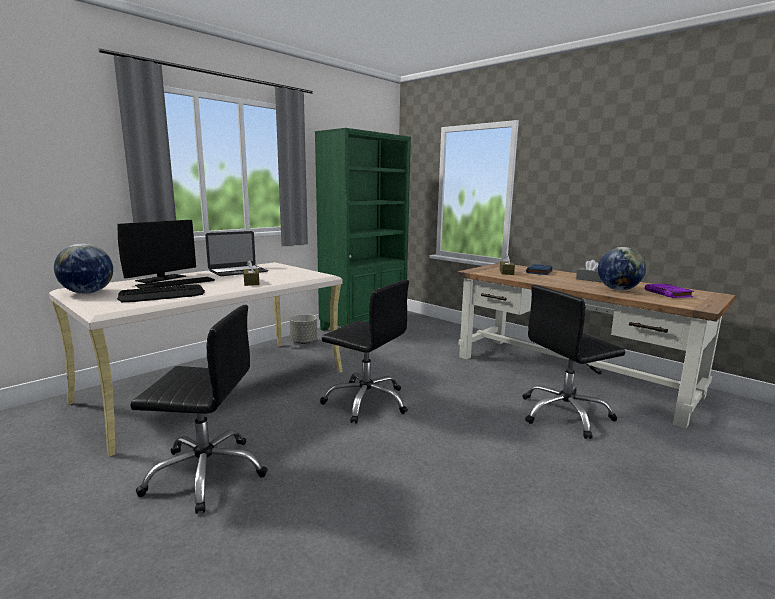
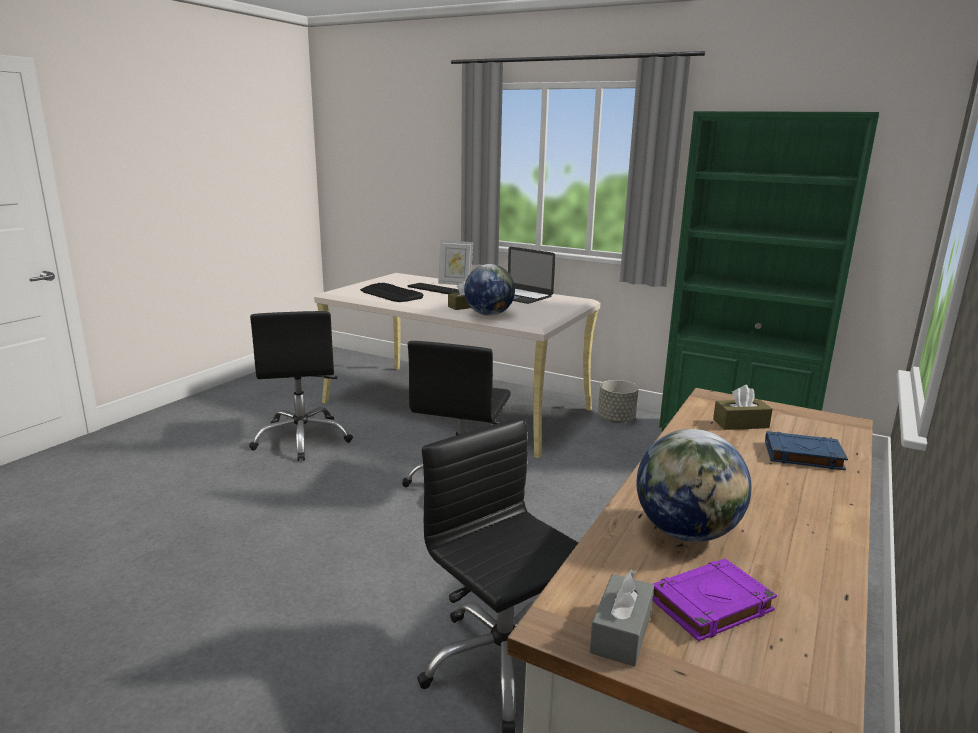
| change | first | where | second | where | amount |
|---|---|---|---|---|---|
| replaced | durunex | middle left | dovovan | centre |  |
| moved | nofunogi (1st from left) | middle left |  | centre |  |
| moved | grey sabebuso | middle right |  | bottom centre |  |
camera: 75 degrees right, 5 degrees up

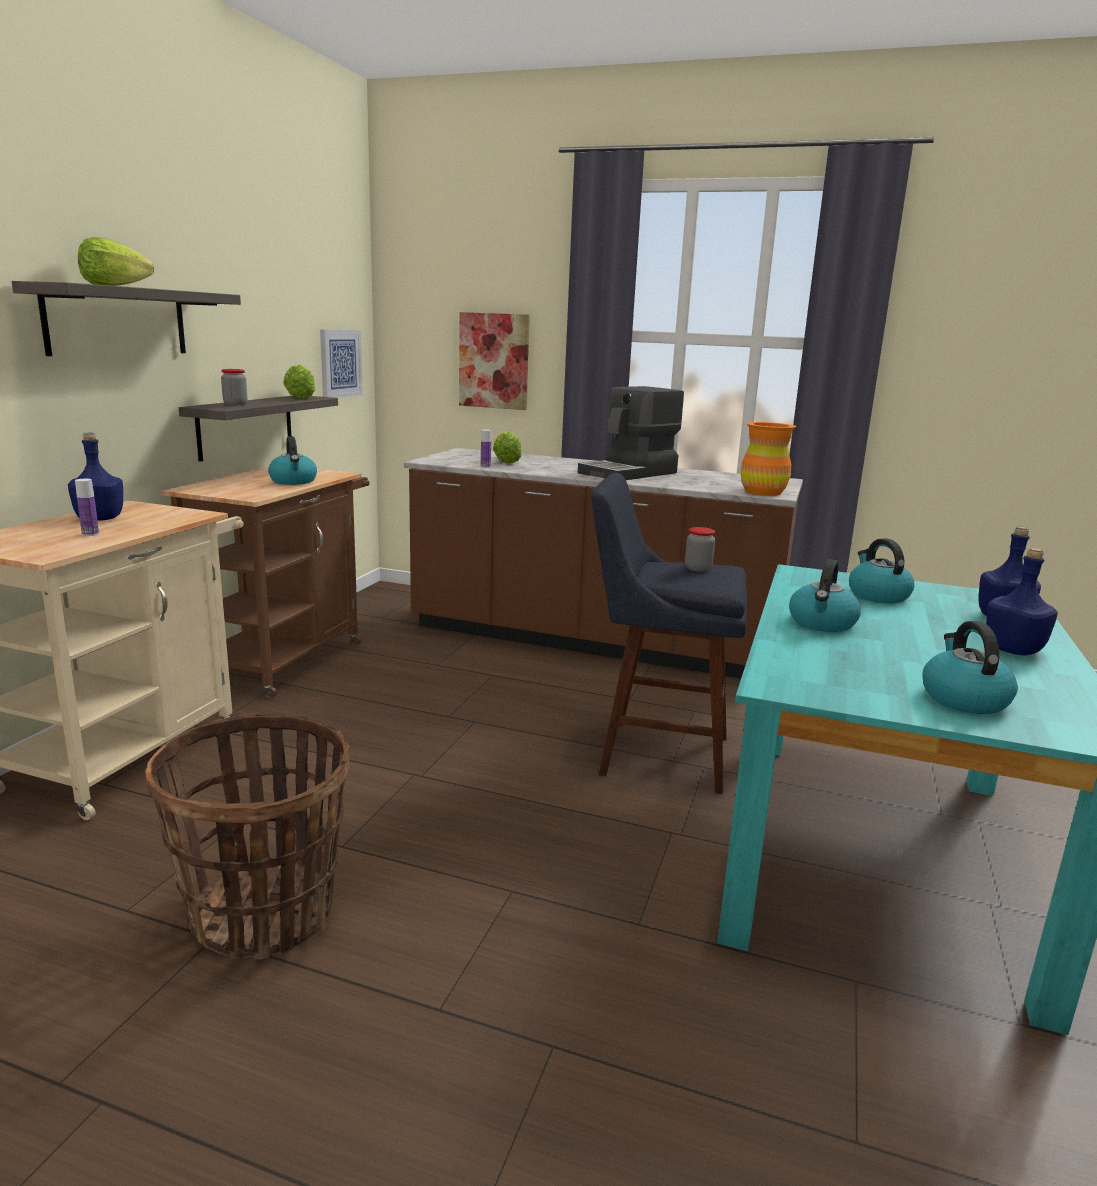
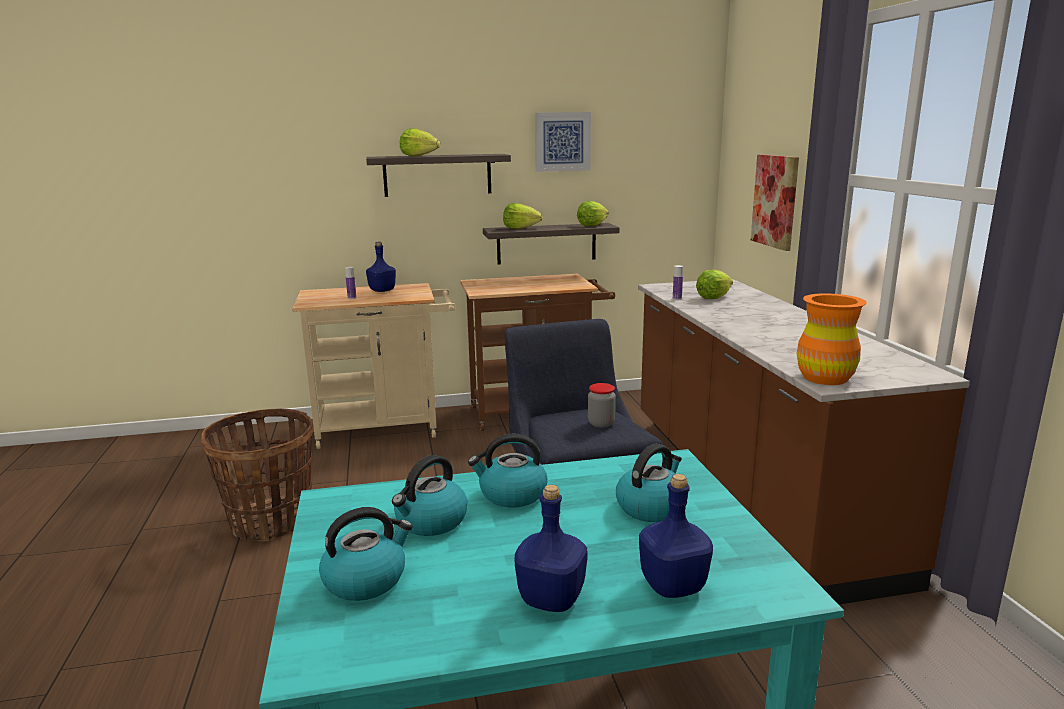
| change | first | where | second | where | amount |
|---|---|---|---|---|---|
| moved | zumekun (1st from left in the first image) | middle left | zumekun (2nd from left) | bottom centre |  |
| replaced | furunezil (1st from left) | top left | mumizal (2nd from left) | top centre |  |
| moved | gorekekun (1st from left) | top left |  | top centre |  |
| removed | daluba | centre |  |  |  |
camera: 60 degrees right, 0 degrees up

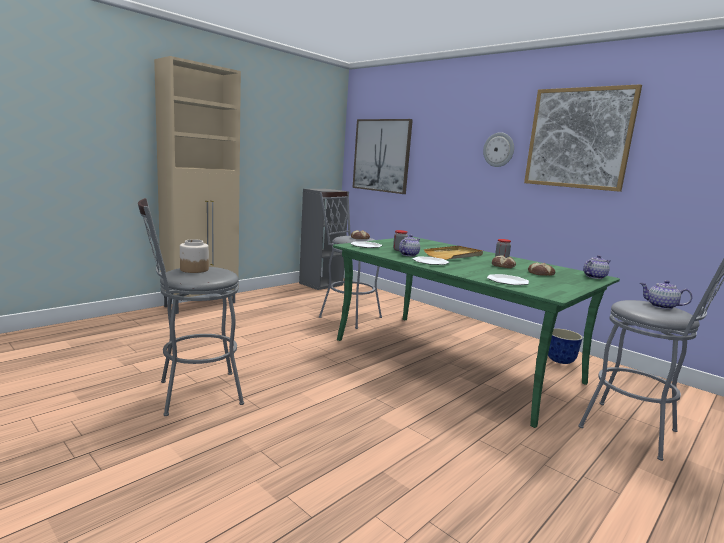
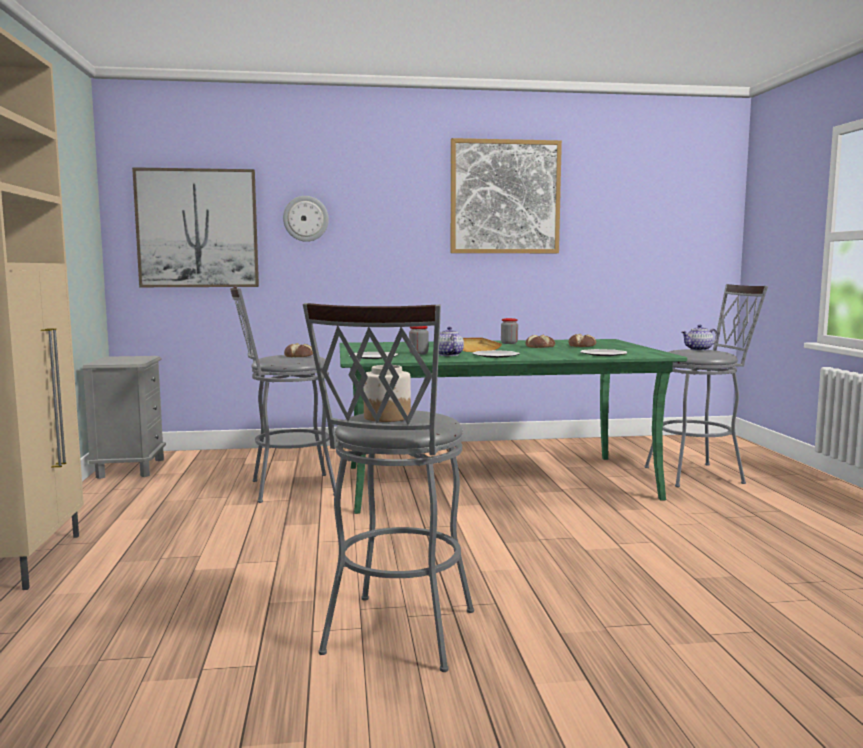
| change | first | where | second | where | amount |
|---|---|---|---|---|---|
| replaced | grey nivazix | centre | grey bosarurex | middle left |  |
| moved | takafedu | top right |  | top centre |  |
| removed | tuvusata | middle right |  |  |  |
| removed | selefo (2nd from left) | middle right |  |  |  |
camera: 50 degrees left, 5 degrees down

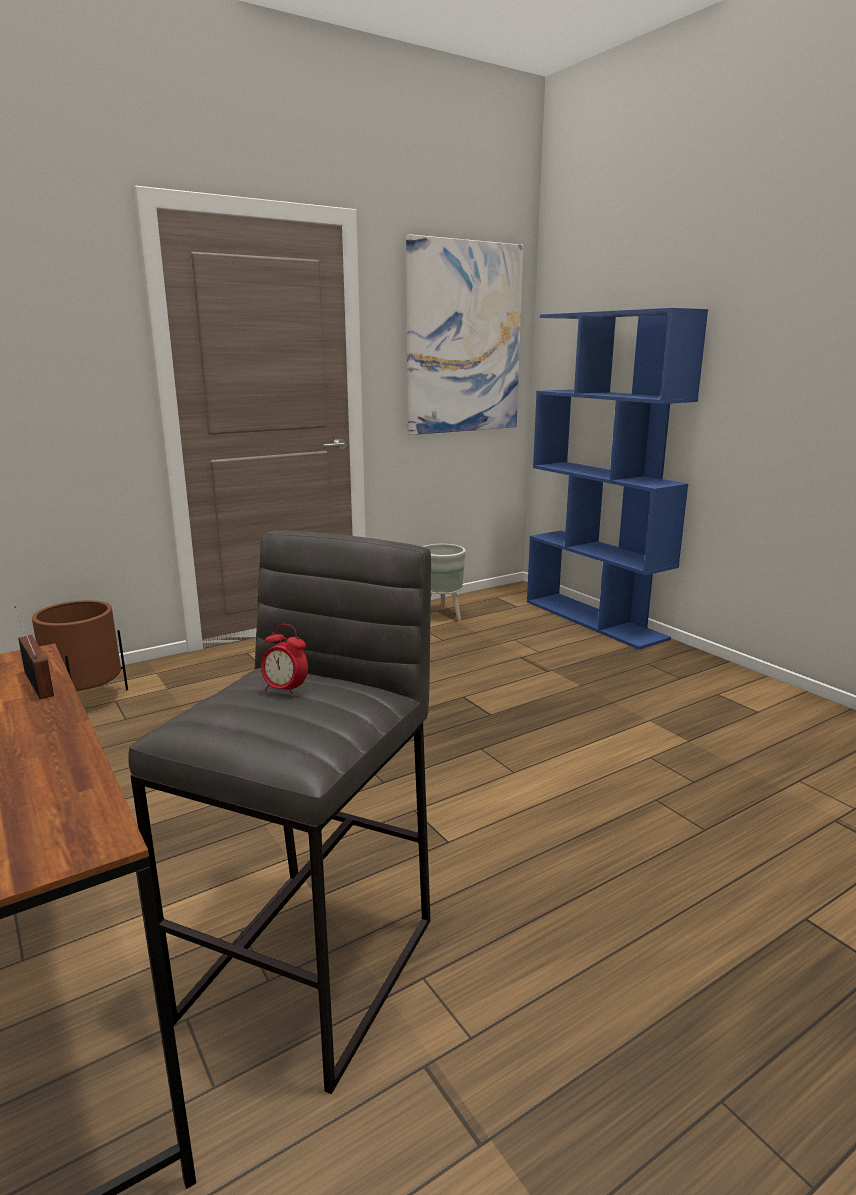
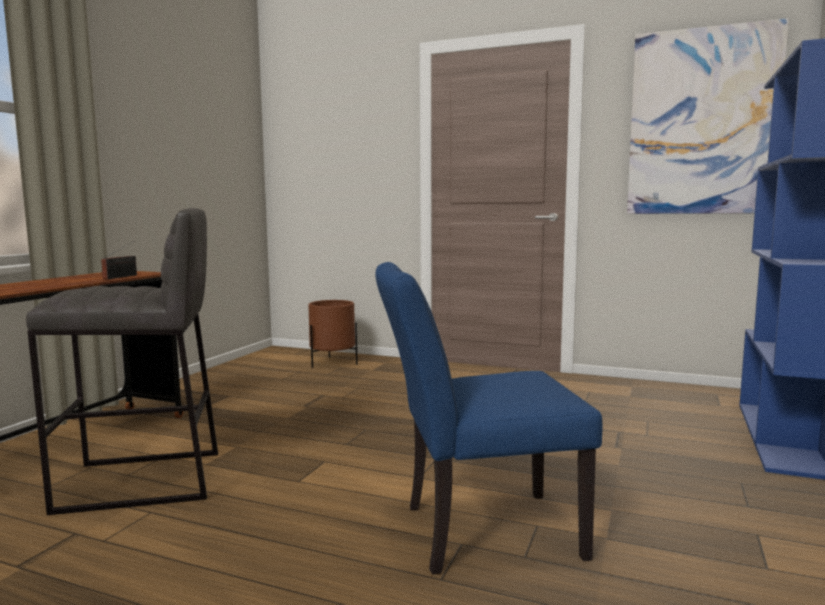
| change | first | where | second | where | amount |
|---|---|---|---|---|---|
| added |  |  | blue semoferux | bottom centre |  |
| removed | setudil | middle left |  |  |  |
| removed | grey tuvusata | centre |  |  |  |
camera: 55 degrees right, 10 degrees down

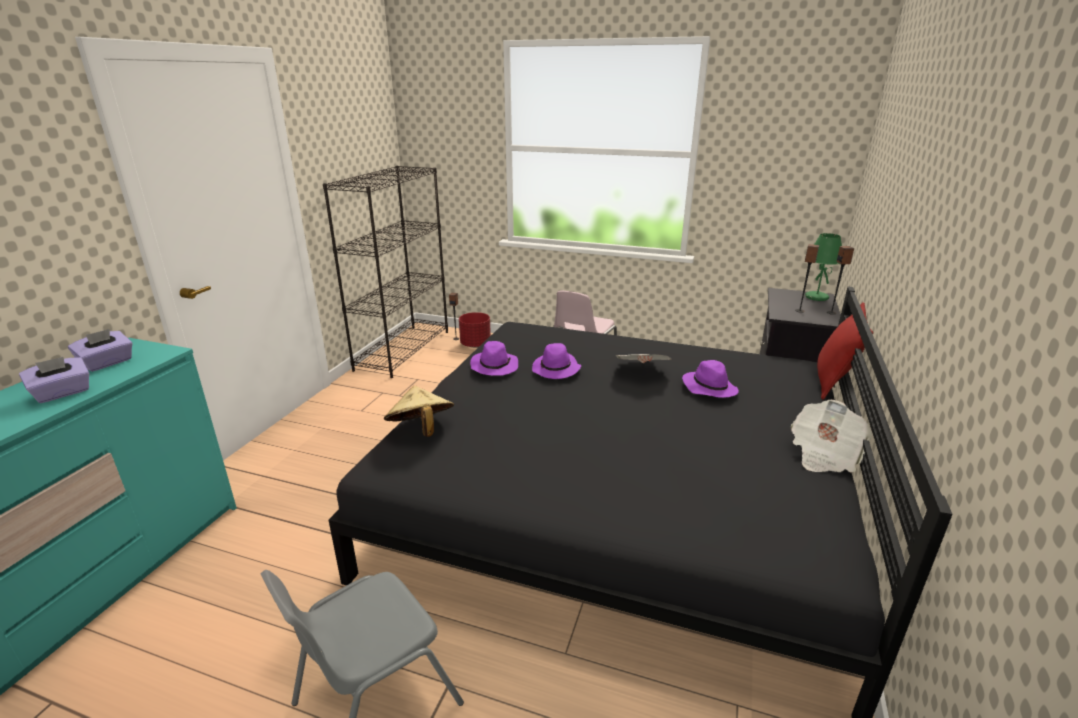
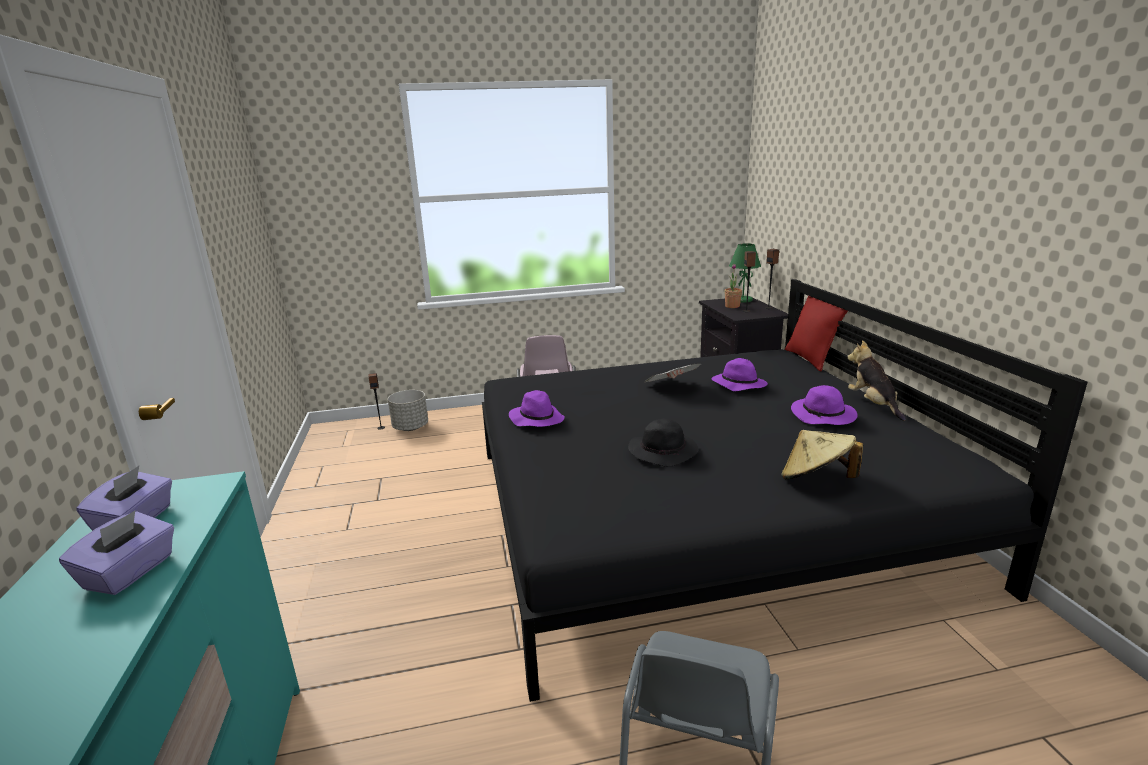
| change | first | where | second | where | amount |
|---|---|---|---|---|---|
| recoloured | red tuvusata | centre | grey tuvusata | centre |  |
| added |  |  | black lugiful | centre |  |
| added |  |  | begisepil | centre |  |
| moved | beige lugiful | centre |  | middle right |  |
| moved | purple lugiful (2nd from left in the first image) | centre | purple lugiful (3rd from left) | middle right |  |
| replaced | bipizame (2nd from left) | middle right | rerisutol | middle right |  |
| removed | black nivazix | centre |  |  |  |
camera: 30 degrees left, 5 degrees down

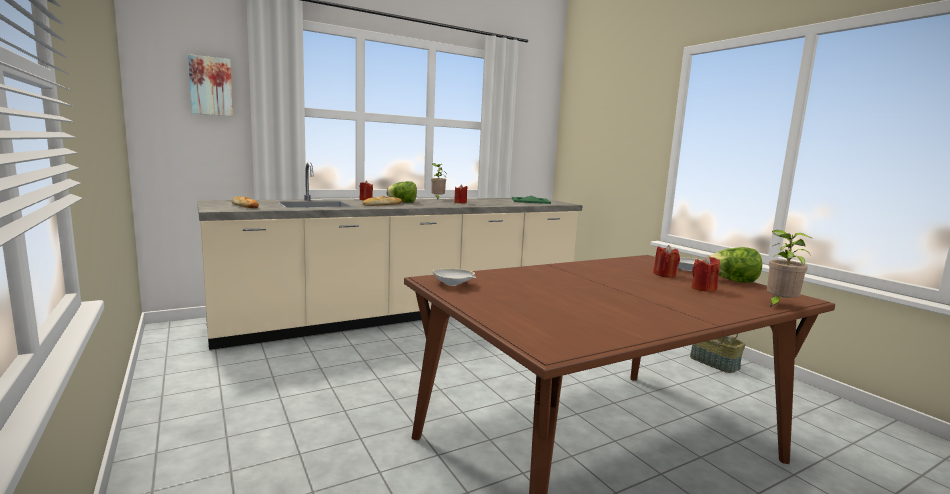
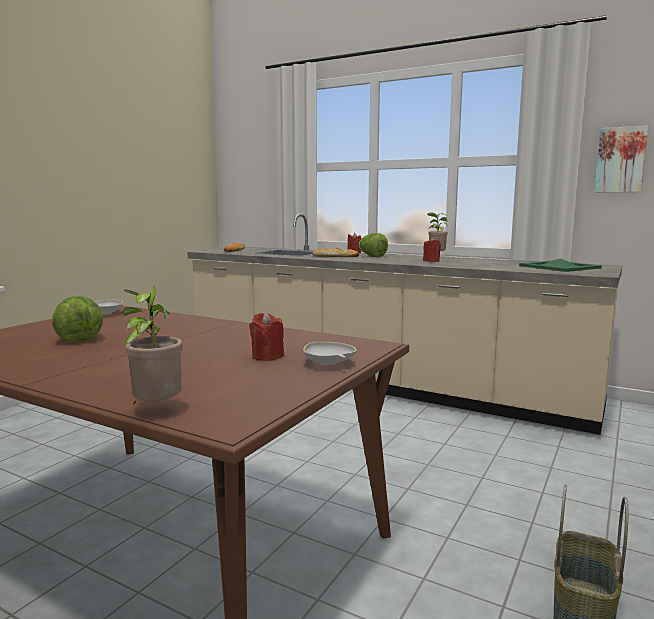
| change | first | where | second | where | amount |
|---|---|---|---|---|---|
| moved | mumizal (2nd from left in the first image) | middle right | mumizal (1st from left) | middle left |  |
| moved | gorekekun | top left |  | top right |  |
| removed | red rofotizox (4th from left) | middle right |  |  |  |
camera: 60 degrees right, 0 degrees up

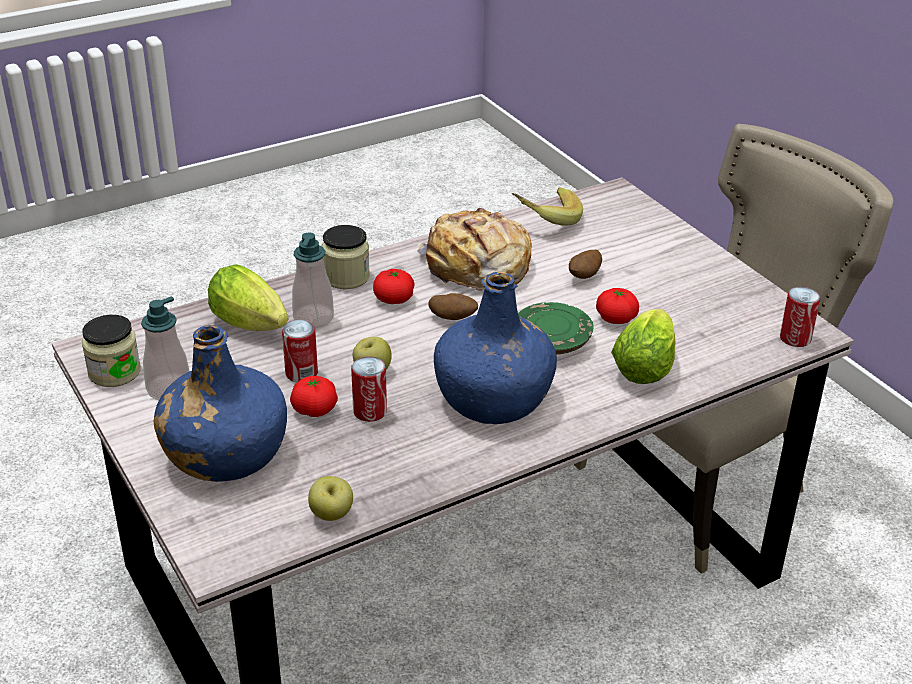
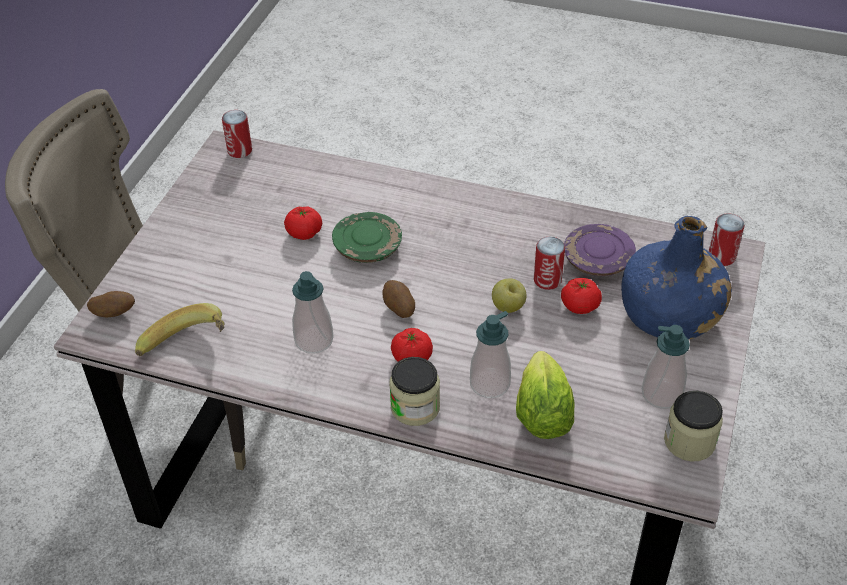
| change | first | where | second | where | amount |
|---|---|---|---|---|---|
| moved | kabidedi (2nd from left in the first image) | centre | kabidedi (1st from left) | middle left |  |
| replaced | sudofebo | centre | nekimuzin (1st from left) | centre |  |
| added |  |  | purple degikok | middle right |  |
| moved | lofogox (1st from left in the first image) | middle left | lofogox (3rd from left) | middle right |  |
| removed | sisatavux (1st from left) | bottom centre |  |  |  |
| removed | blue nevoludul (2nd from left) | centre |  |  |  |
| removed | mumizal (2nd from left) | middle right |  |  |  |
camera: 130 degrees left, 10 degrees up

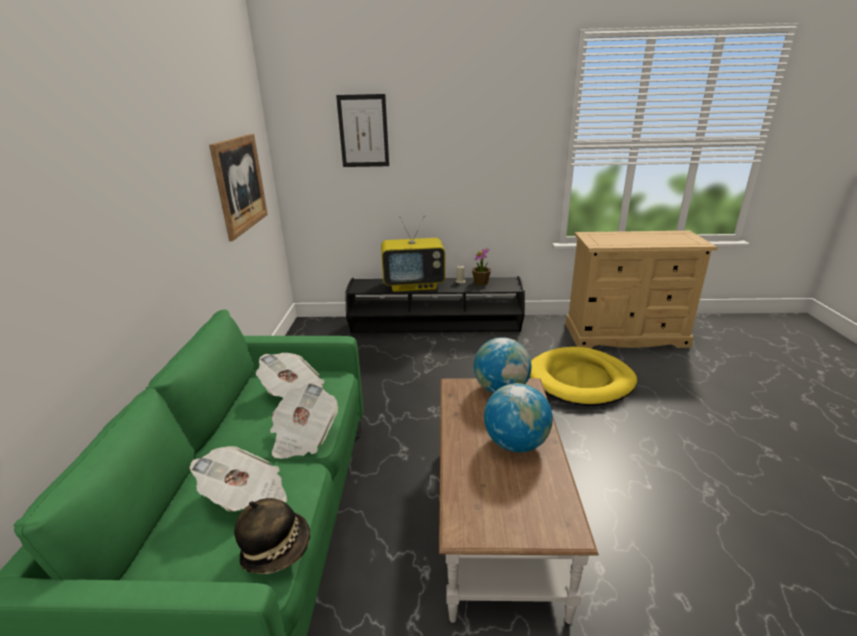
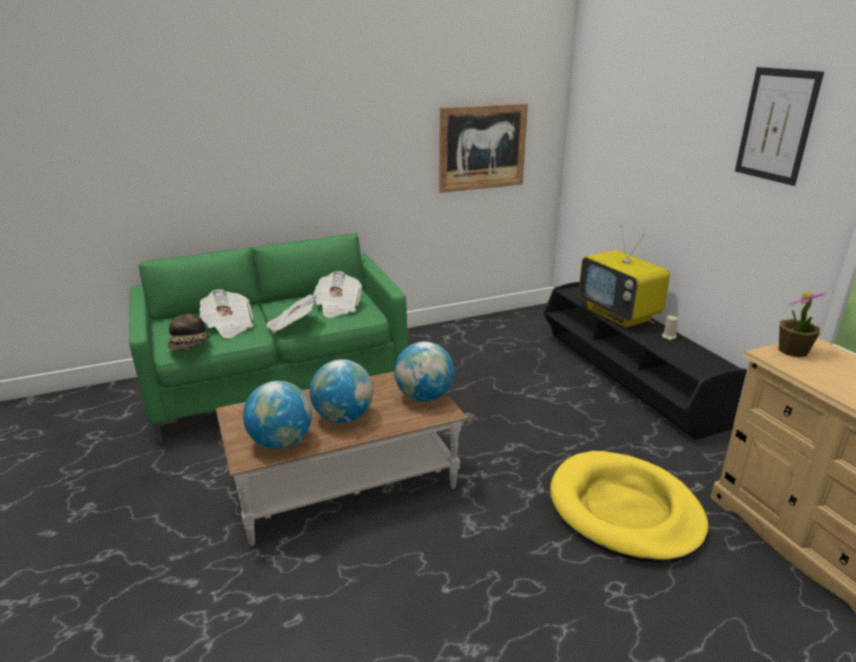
| change | first | where | second | where | amount |
|---|---|---|---|---|---|
| added |  |  | nofunogi (1st from left) | middle left |  |
| moved | gorekekun (2nd from left) | top centre |  | top right |  |
| moved | begisepil | centre |  | middle right |  |
camera: 65 degrees right, 0 degrees up

